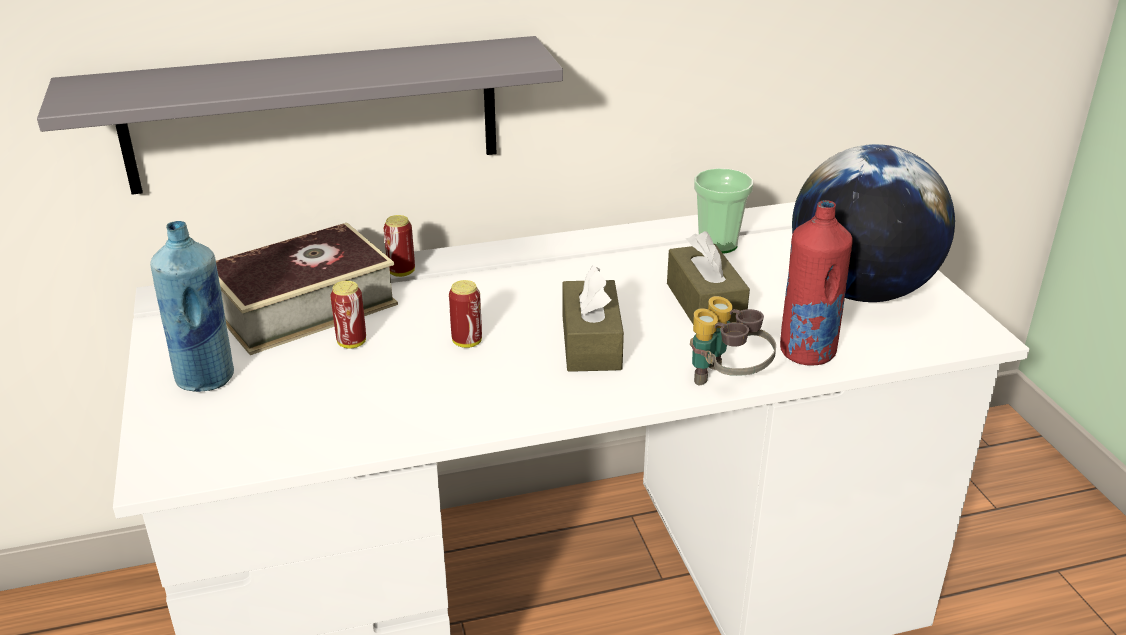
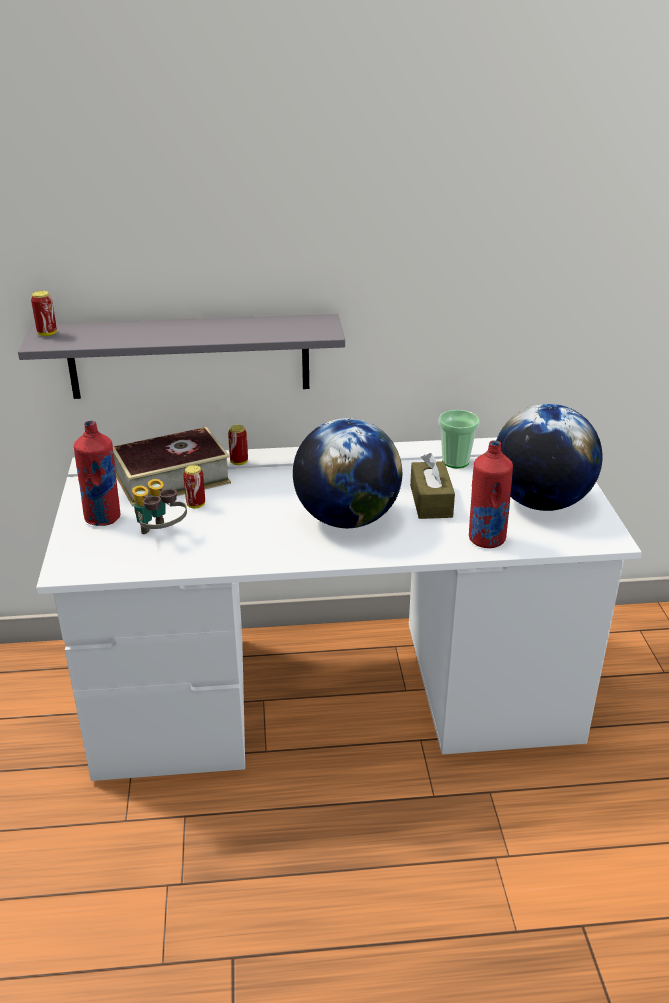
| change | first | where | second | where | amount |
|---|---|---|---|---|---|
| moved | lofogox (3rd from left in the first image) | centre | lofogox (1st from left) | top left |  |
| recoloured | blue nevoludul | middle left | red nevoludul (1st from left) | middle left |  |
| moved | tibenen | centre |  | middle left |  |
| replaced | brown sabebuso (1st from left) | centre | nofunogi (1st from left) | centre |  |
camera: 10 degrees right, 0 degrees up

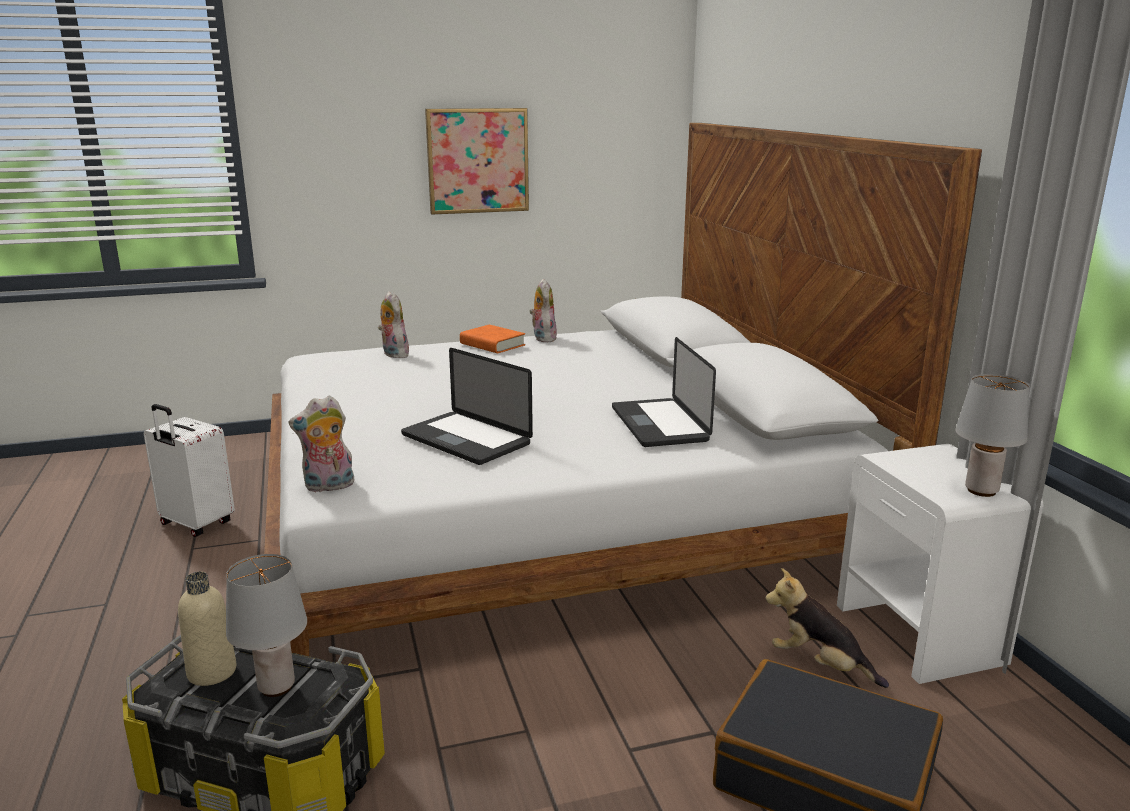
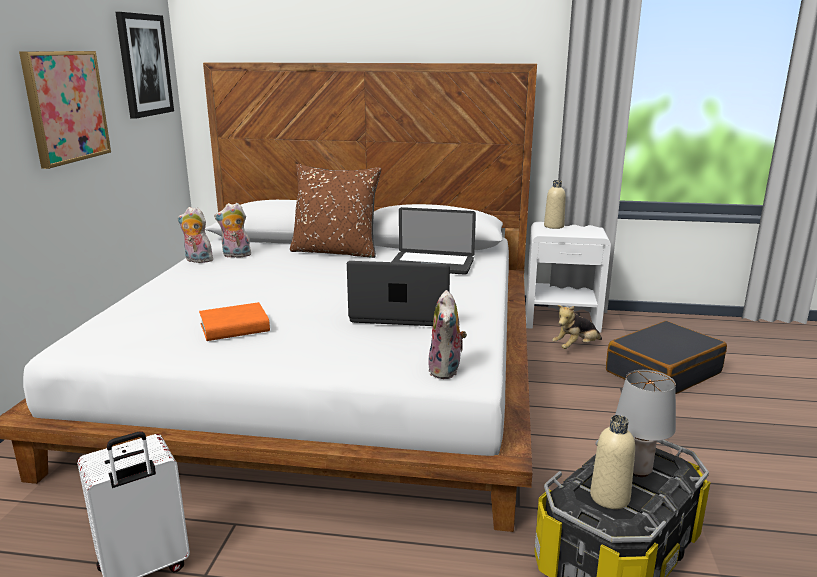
| change | first | where | second | where | amount |
|---|---|---|---|---|---|
| added |  |  | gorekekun (2nd from left) | top left |  |
| moved | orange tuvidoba | centre |  | middle left |  |
| moved | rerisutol (2nd from left) | centre |  | middle left |  |
| added |  |  | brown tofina | centre |  |
| turned | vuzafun (1st from left) | centre |  | centre | 150 degrees counterclockwise |
| added |  |  | beige nevoludul (1st from left) | middle right |  |
| removed | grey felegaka (2nd from left) | middle right |  |  |  |
camera: 65 degrees left, 0 degrees up

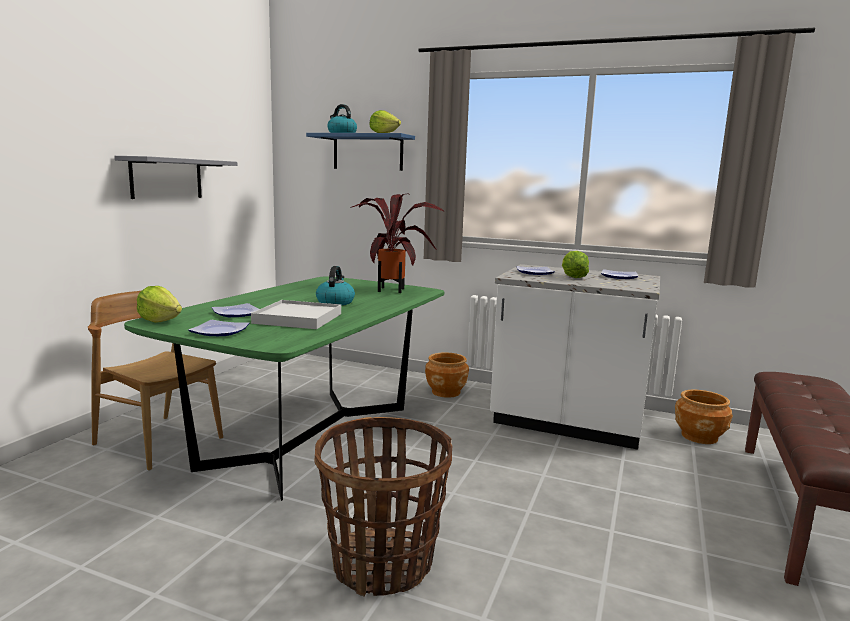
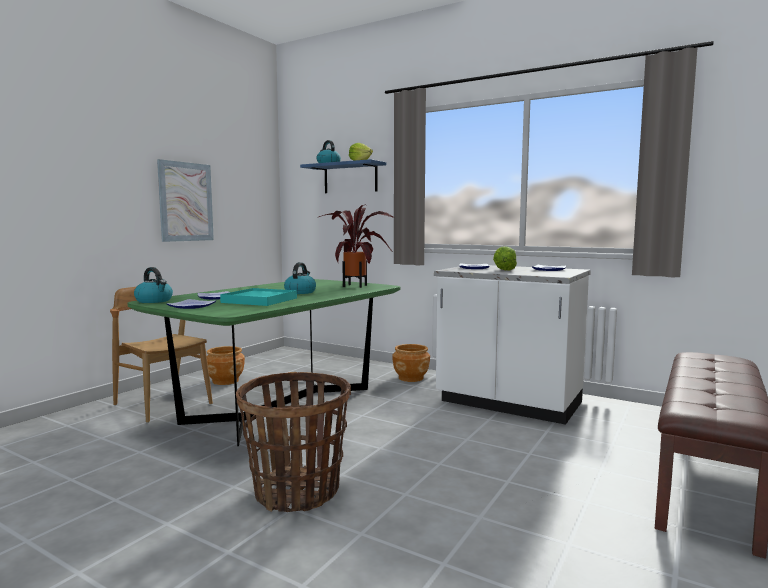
| change | first | where | second | where | amount |
|---|---|---|---|---|---|
| replaced | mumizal (1st from left) | middle left | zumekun (1st from left) | middle left |  |
| replaced | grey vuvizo | top left | gorekekun | middle left |  |
| moved | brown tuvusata (2nd from left in the first image) | bottom right | brown tuvusata (1st from left) | middle left |  |
| recoloured | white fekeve | centre | turquoise fekeve | centre |  |
camera: 10 degrees right, 5 degrees down

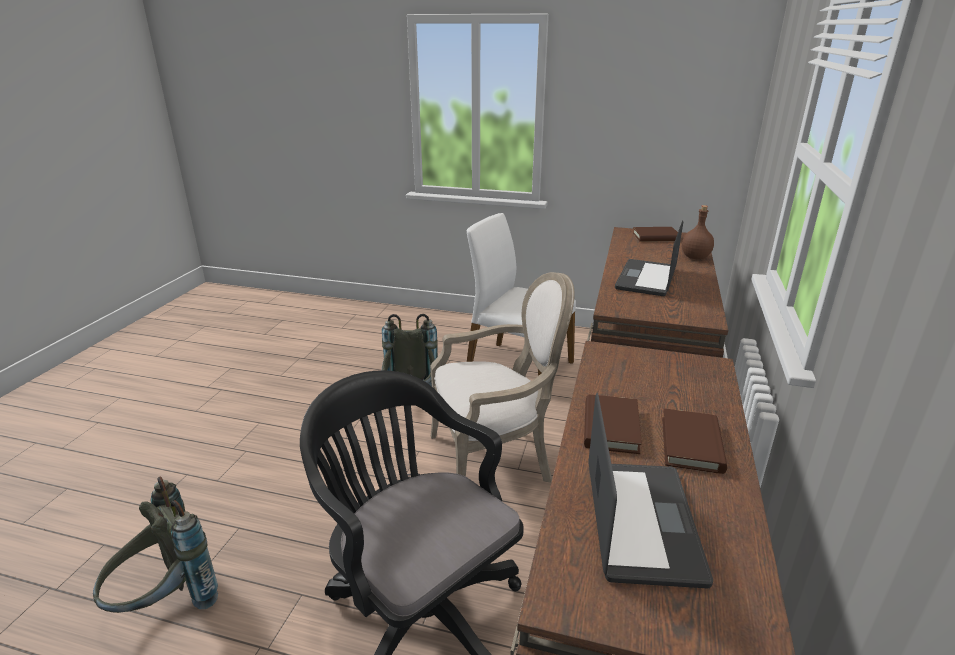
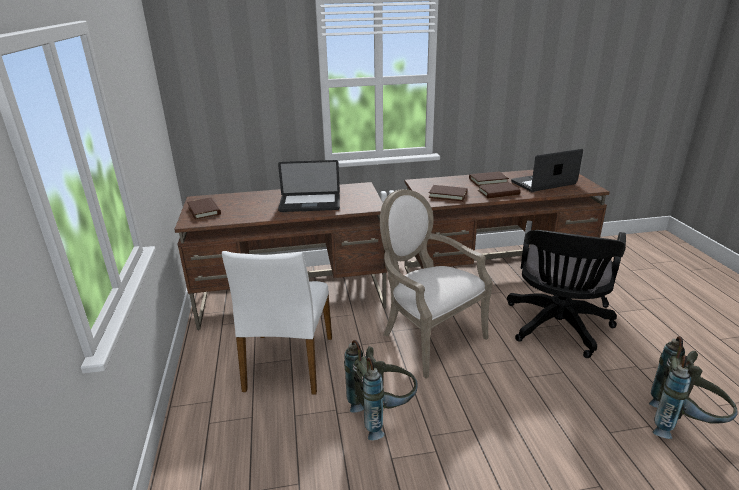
| change | first | where | second | where | amount |
|---|---|---|---|---|---|
| added |  |  | brown tuvidoba (2nd from left) | centre |  |
| removed | brown nevoludul | middle right |  |  |  |
camera: 115 degrees left, 0 degrees up

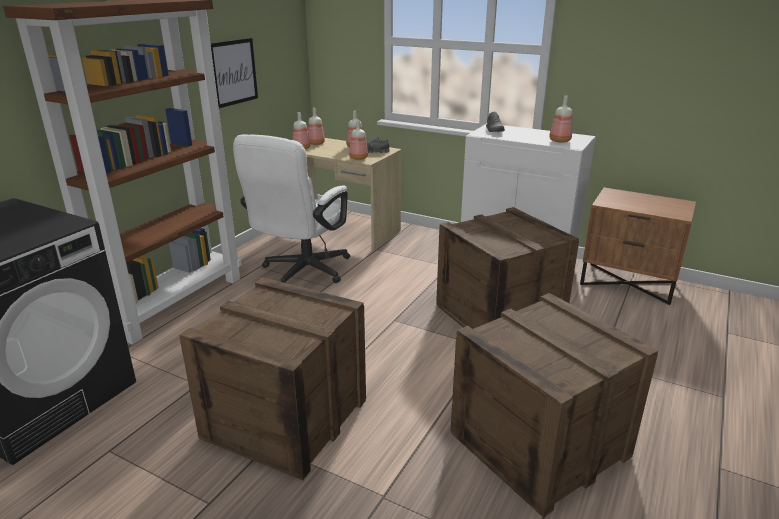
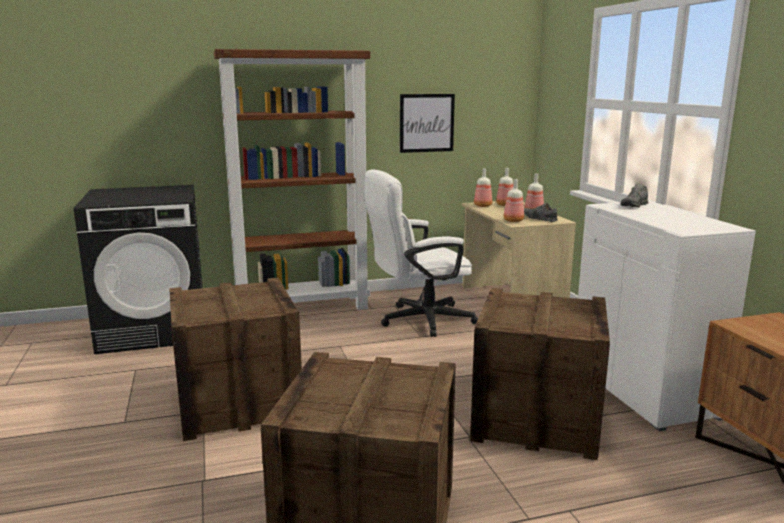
| change | first | where | second | where | amount |
|---|---|---|---|---|---|
| removed | nevoludul (5th from left) | top right |  |  |  |
camera: 45 degrees right, 10 degrees down

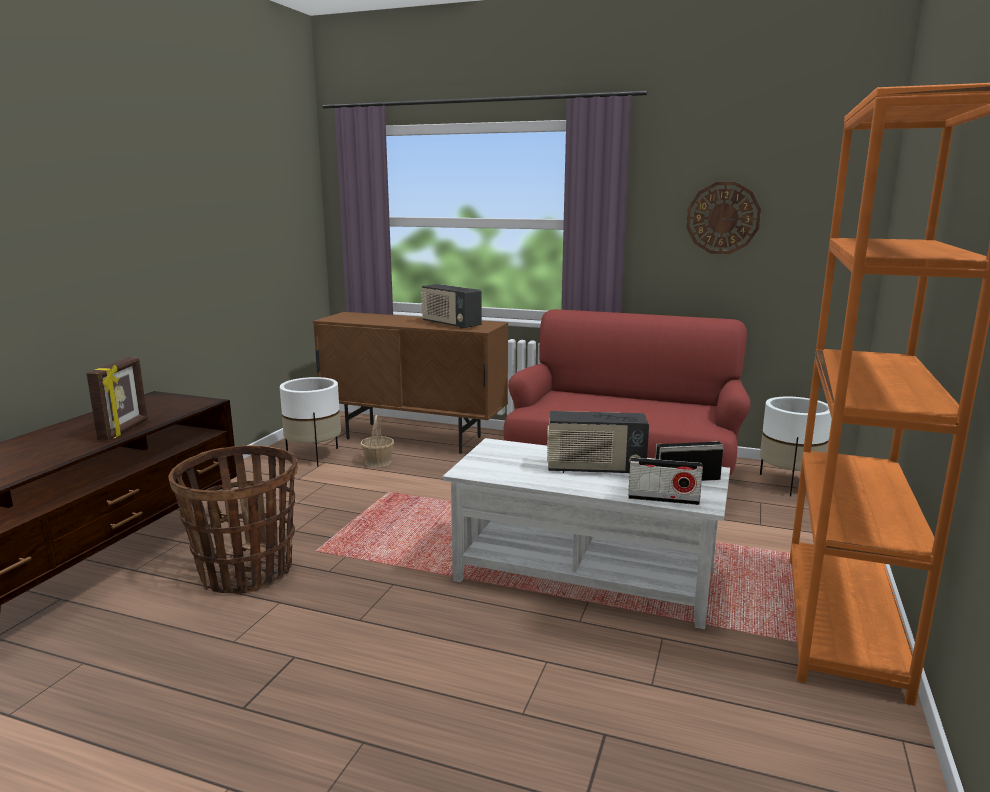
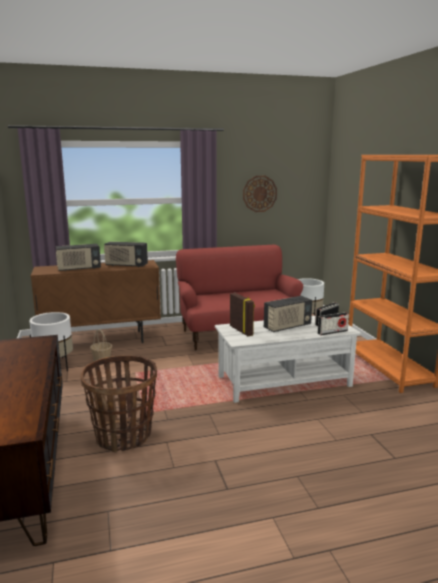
| change | first | where | second | where | amount |
|---|---|---|---|---|---|
| added |  |  | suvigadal (1st from left) | middle left |  |
| moved | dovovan | middle left |  | centre |  |
camera: 35 degrees left, 0 degrees up

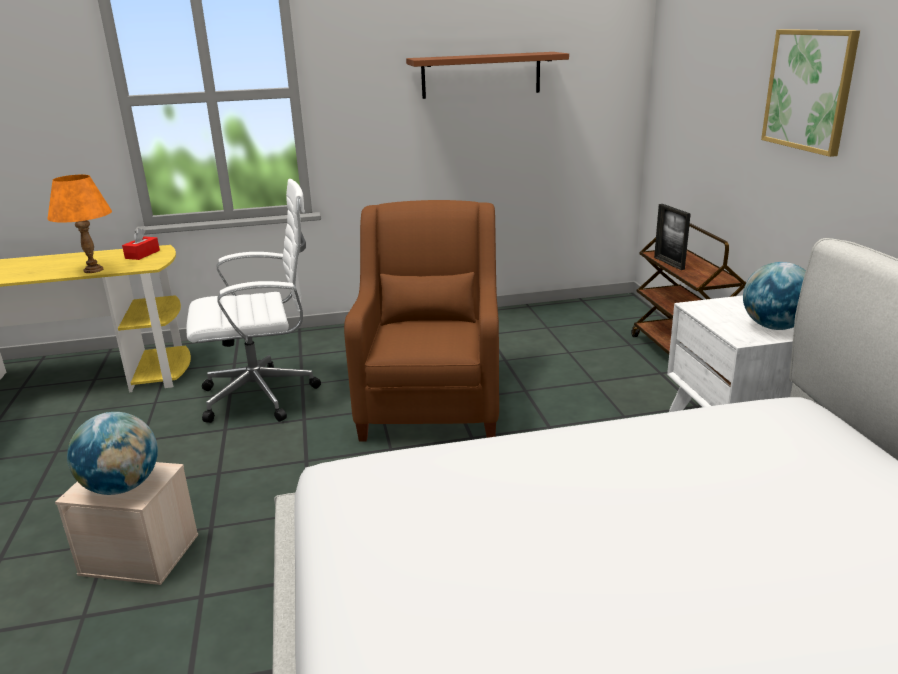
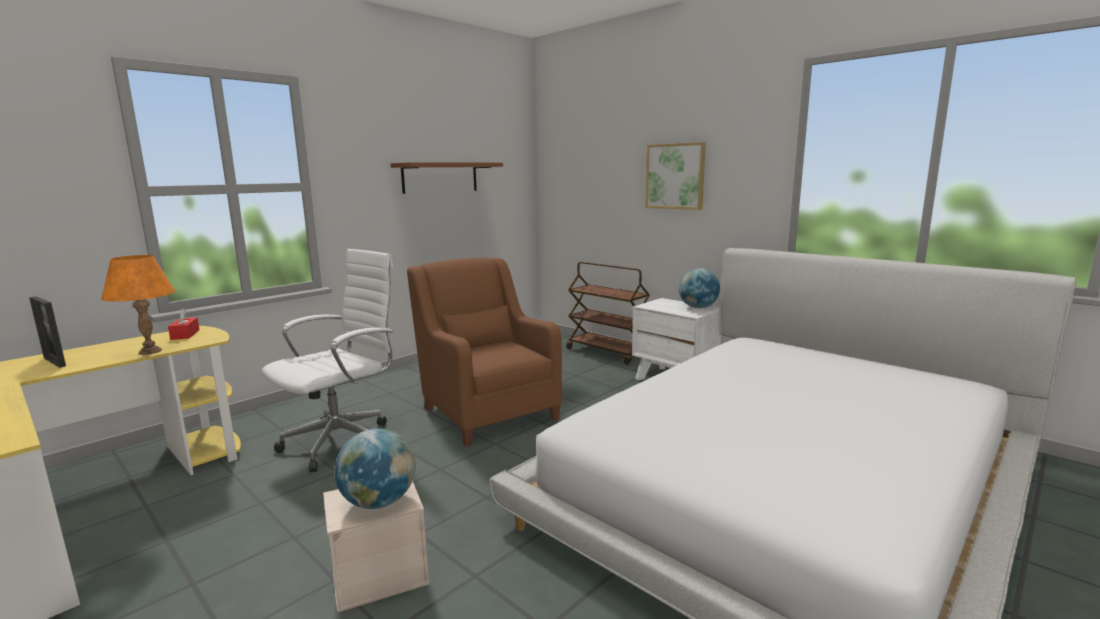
| change | first | where | second | where | amount |
|---|---|---|---|---|---|
| moved | dovovan | middle right |  | middle left |  |
camera: 35 degrees left, 10 degrees down

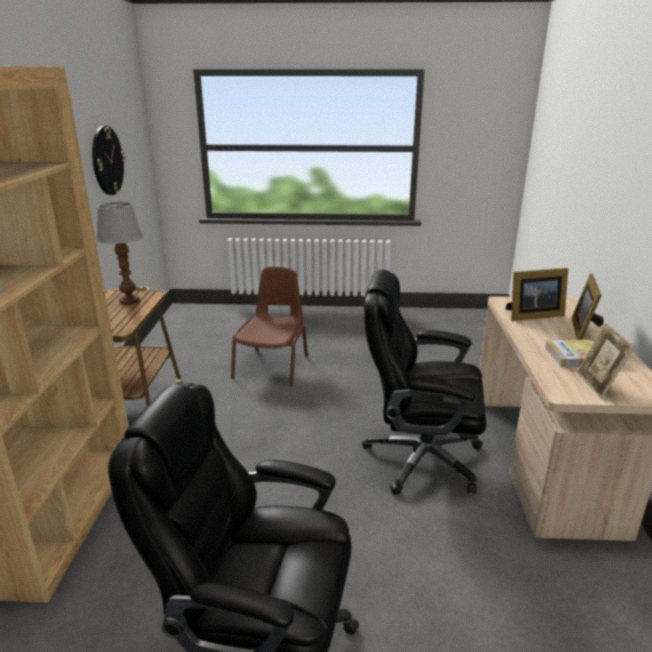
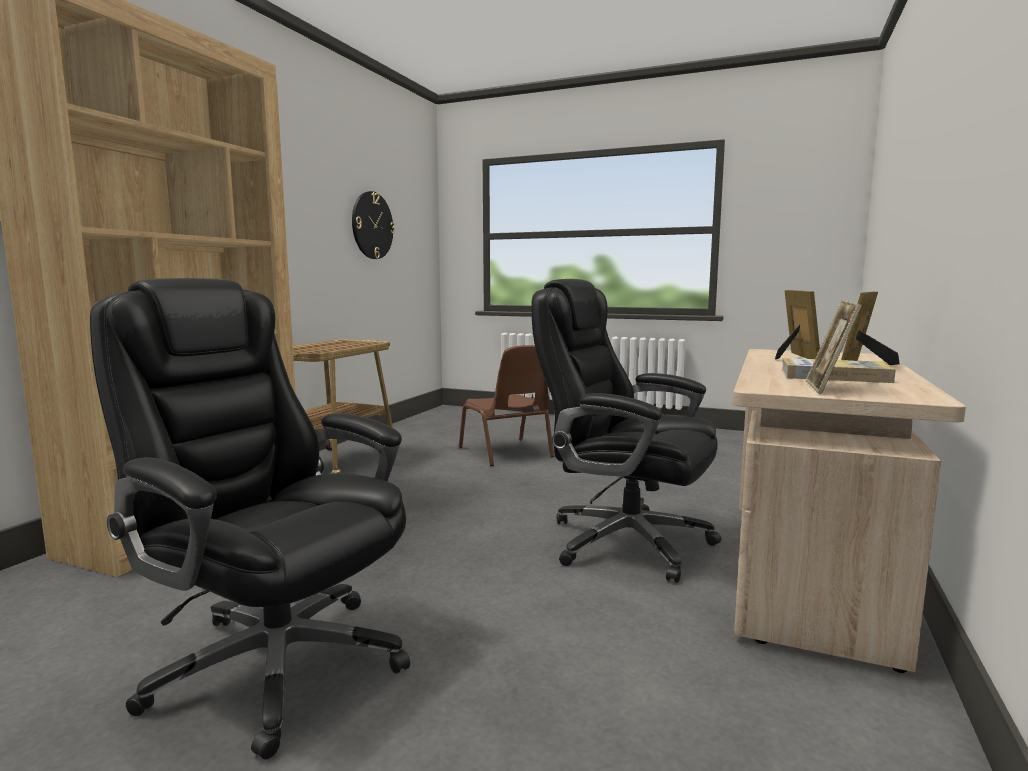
| change | first | where | second | where | amount |
|---|---|---|---|---|---|
| turned | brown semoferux | centre |  | centre | 120 degrees clockwise |
| turned | dovovan (1st from left) | middle right |  | middle right | 90 degrees counterclockwise |
| removed | felegaka | middle left |  |  |  |
camera: 20 degrees right, 15 degrees down

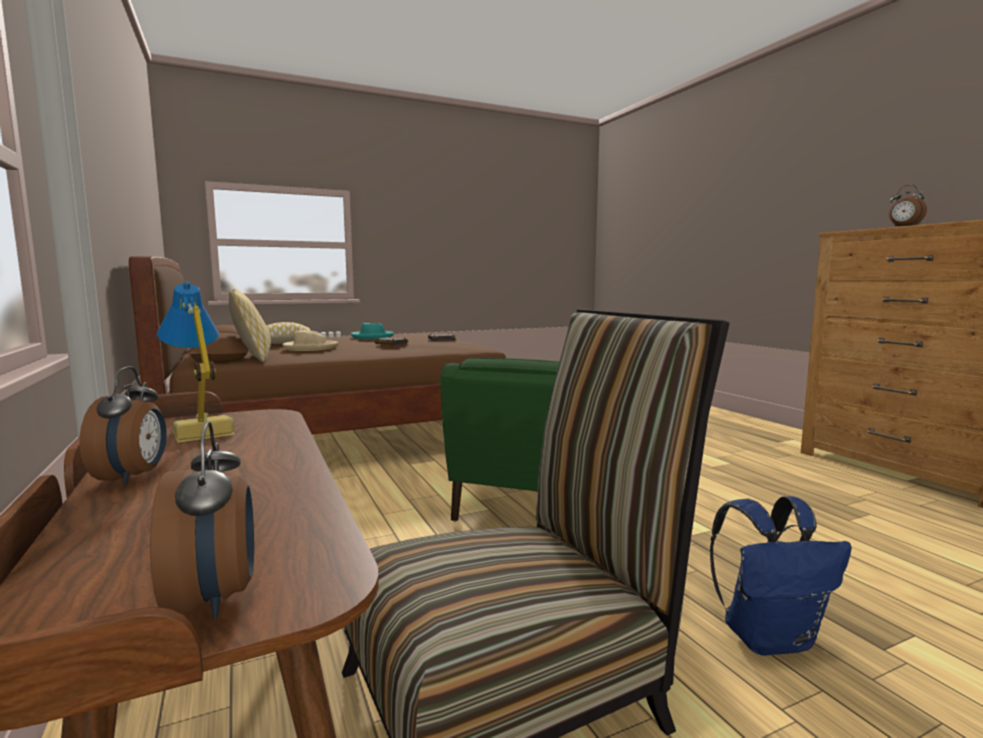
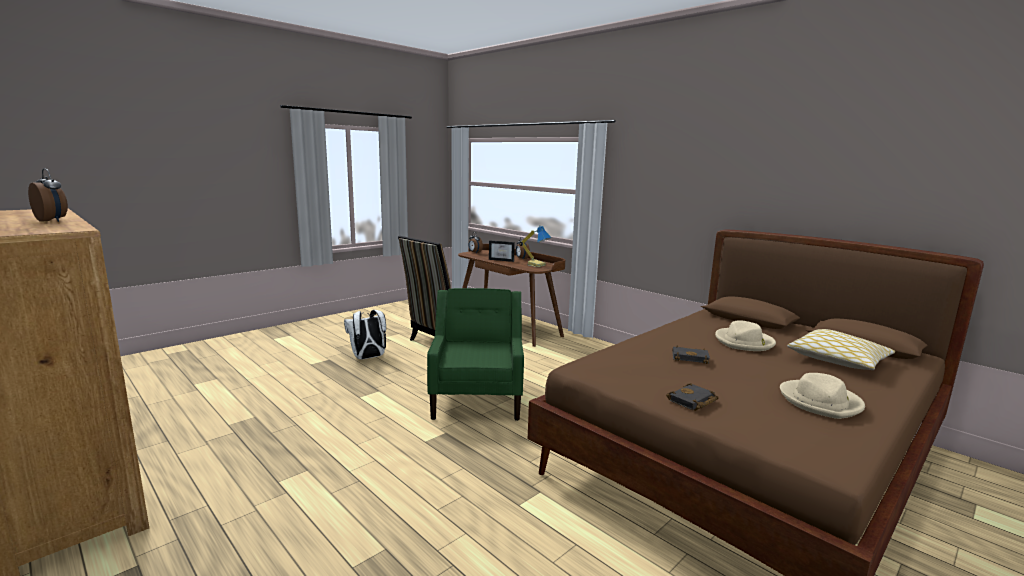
| change | first | where | second | where | amount |
|---|---|---|---|---|---|
| recoloured | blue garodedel | bottom right | white garodedel | centre |  |
| added |  |  | dovovan | centre |  |
| recoloured | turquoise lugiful | centre | beige lugiful (2nd from left) | bottom right |  |
| removed | tofina (1st from left) | middle left |  |  |  |
camera: 160 degrees right, 5 degrees up

